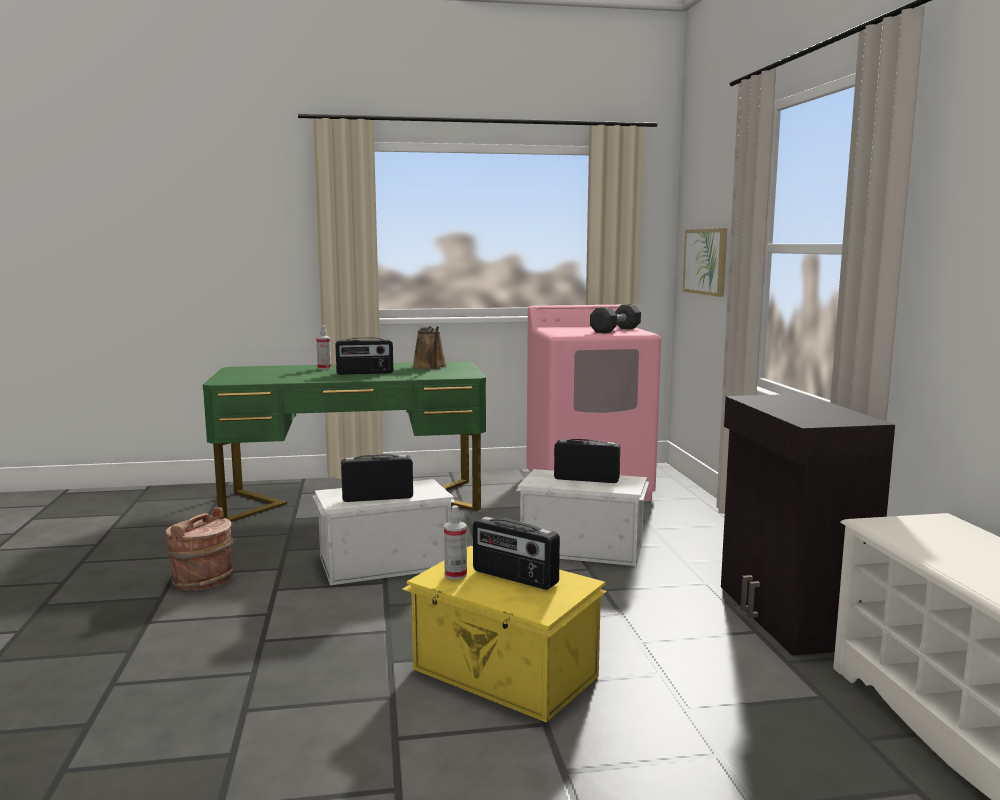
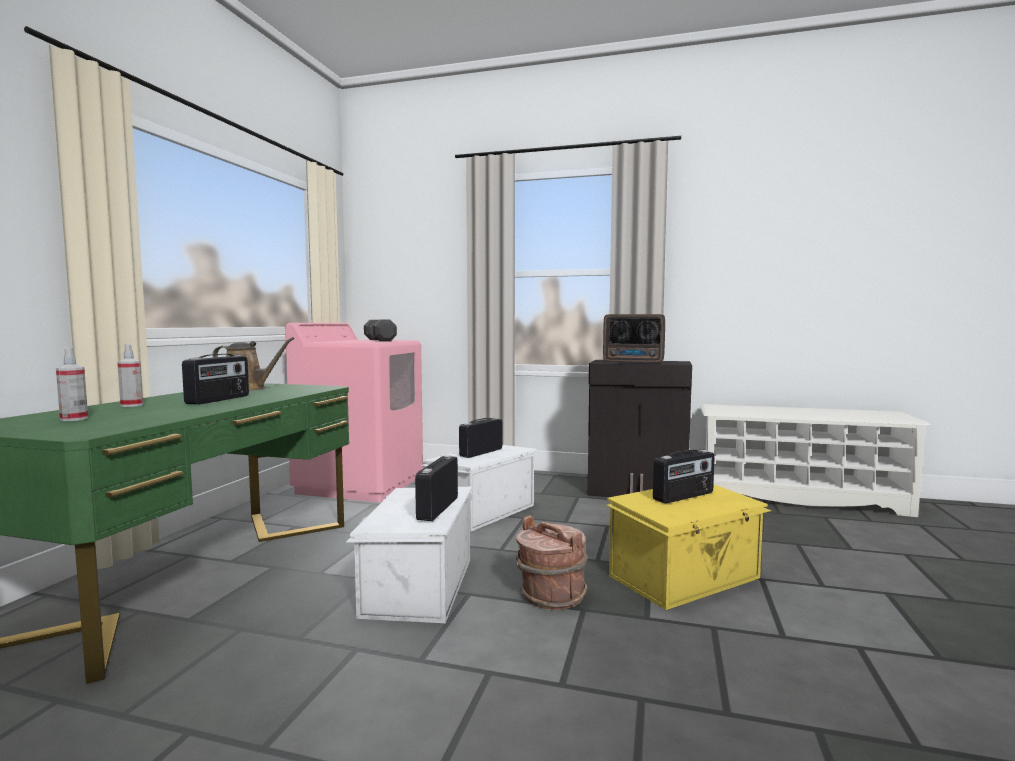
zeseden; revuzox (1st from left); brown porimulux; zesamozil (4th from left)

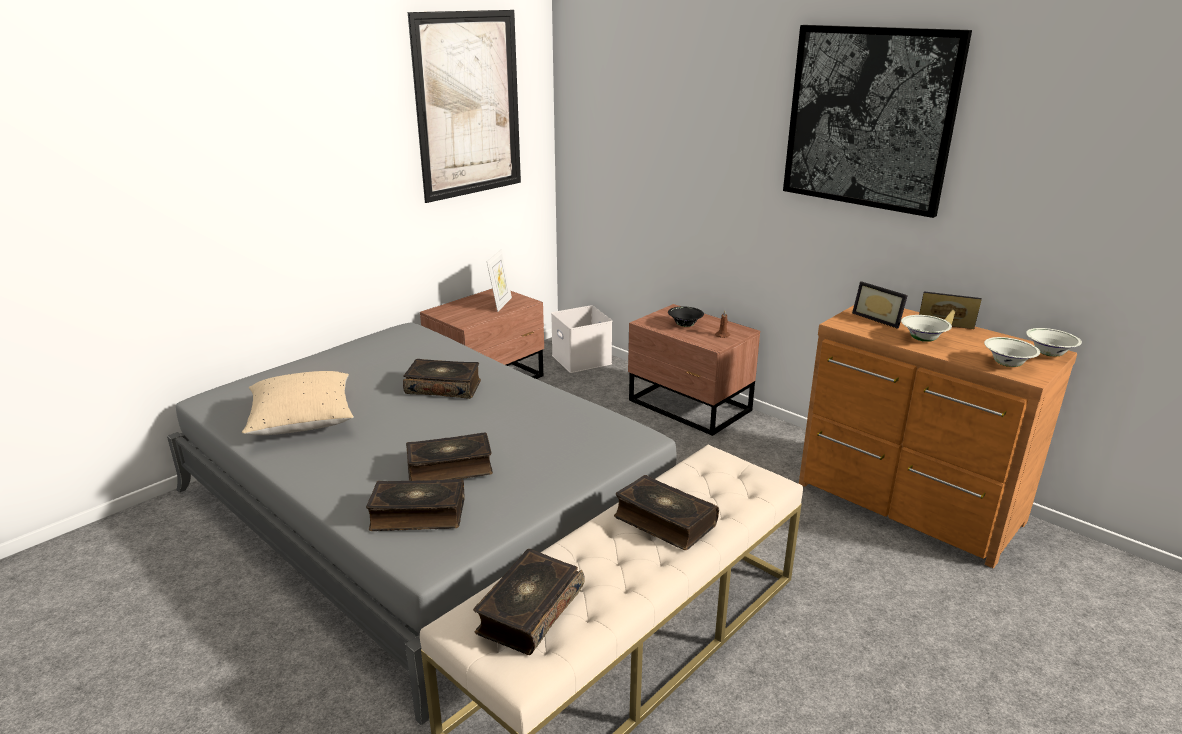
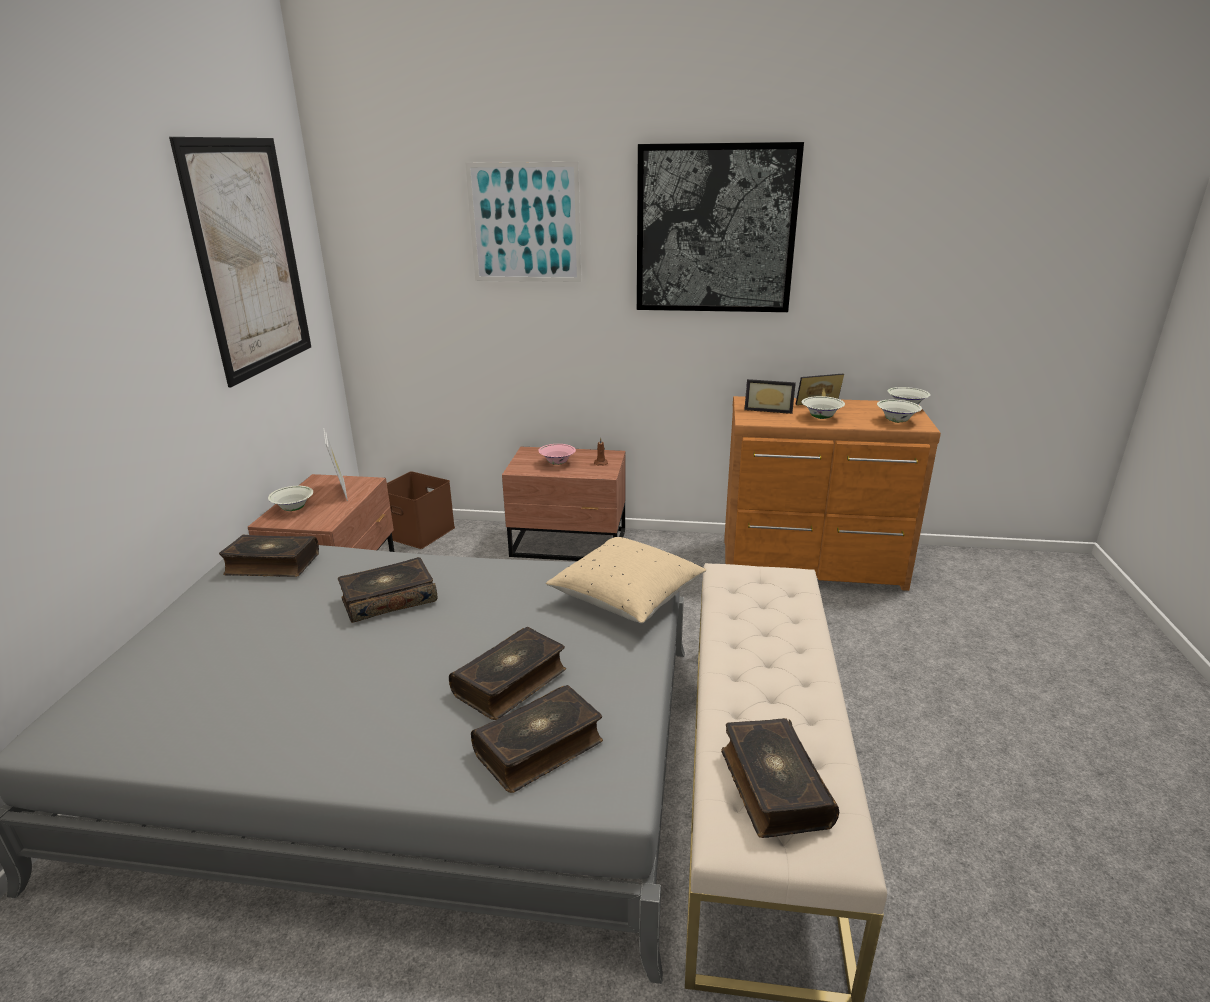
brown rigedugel; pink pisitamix; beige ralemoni; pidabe (1st from left); zeseden (2nd from left); white pisitamix (1st from left)

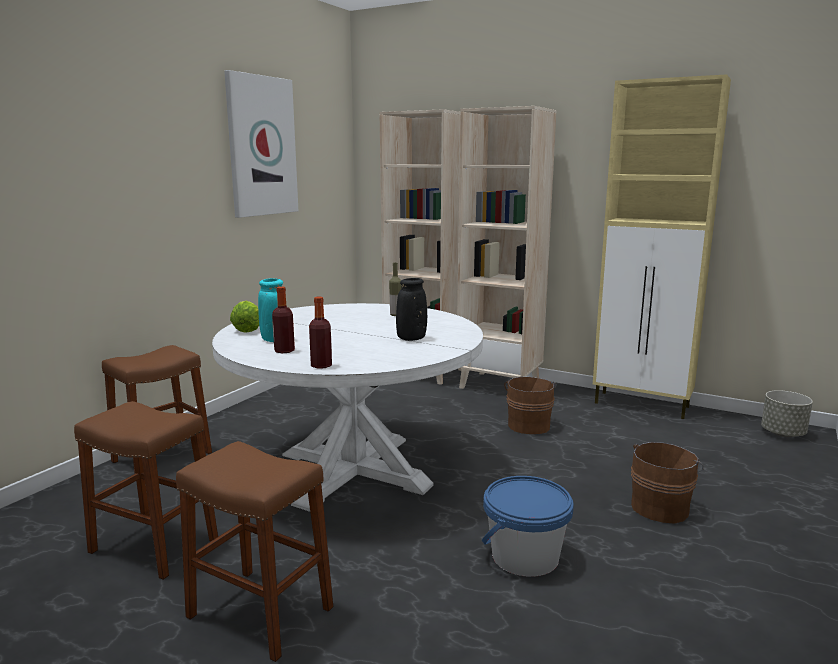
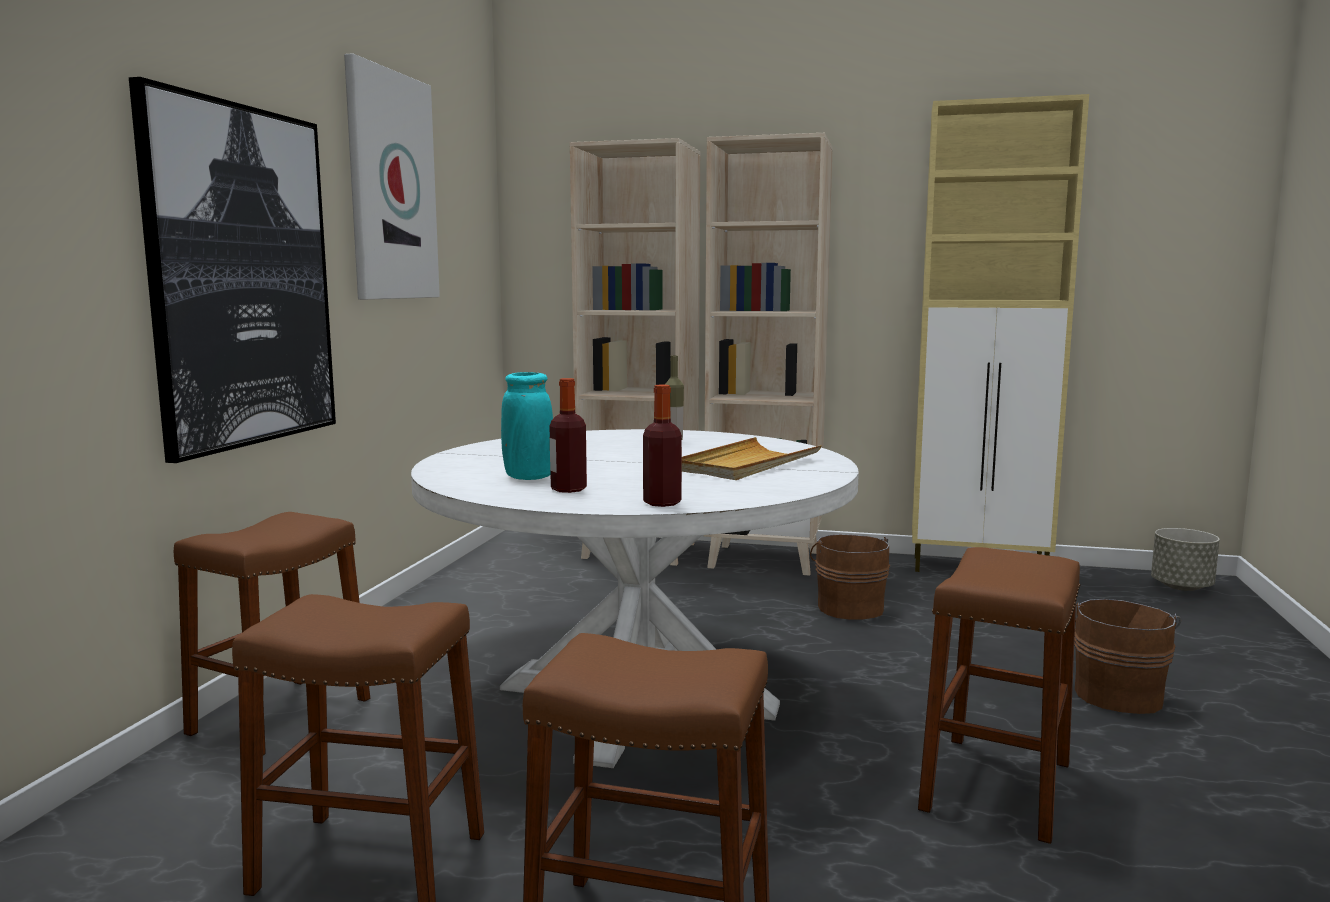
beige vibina; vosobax; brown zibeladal (4th from left); zeseden (1st from left)

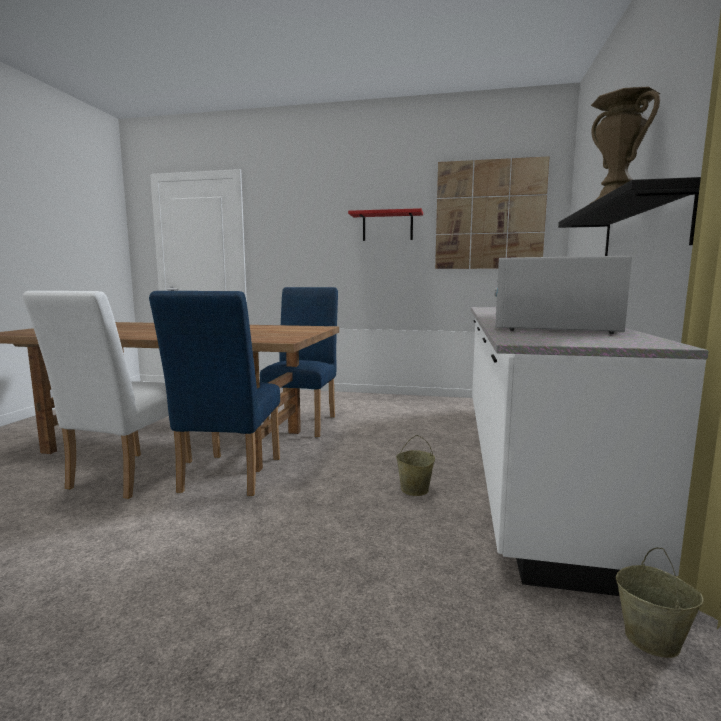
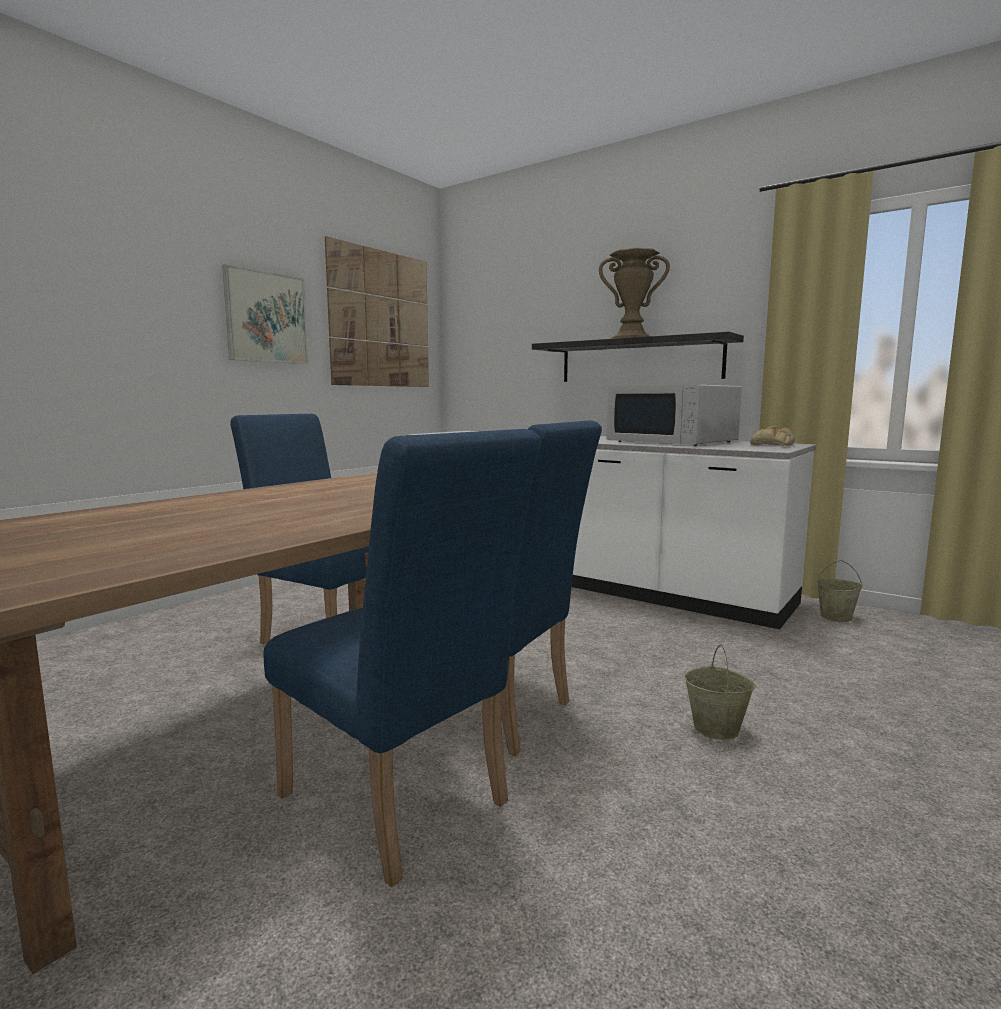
zeseden (1st from left); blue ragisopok (2nd from left); beige porimulux (1st from left); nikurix

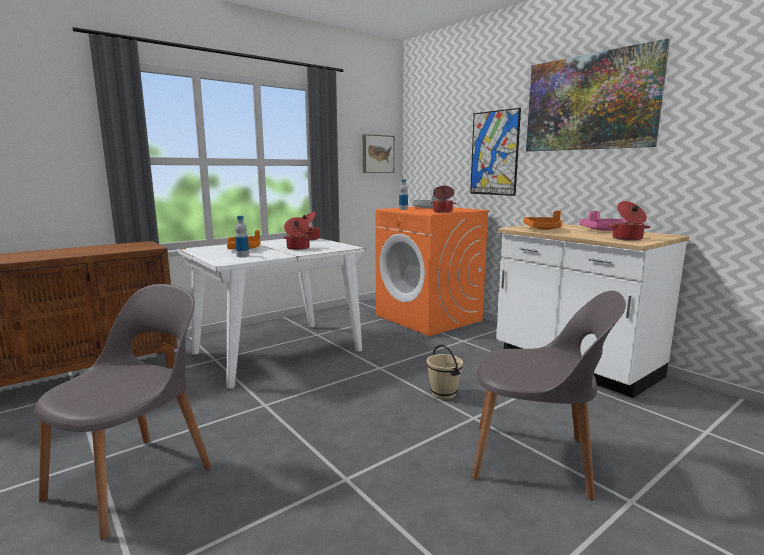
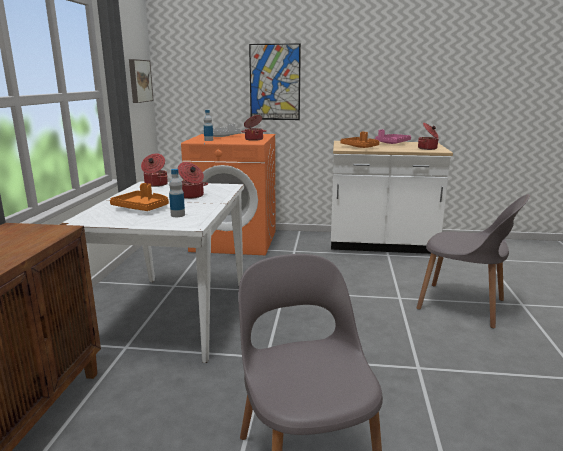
zeseden (3rd from left in the first image); grey ragisopok (2nd from left); beige porimulux

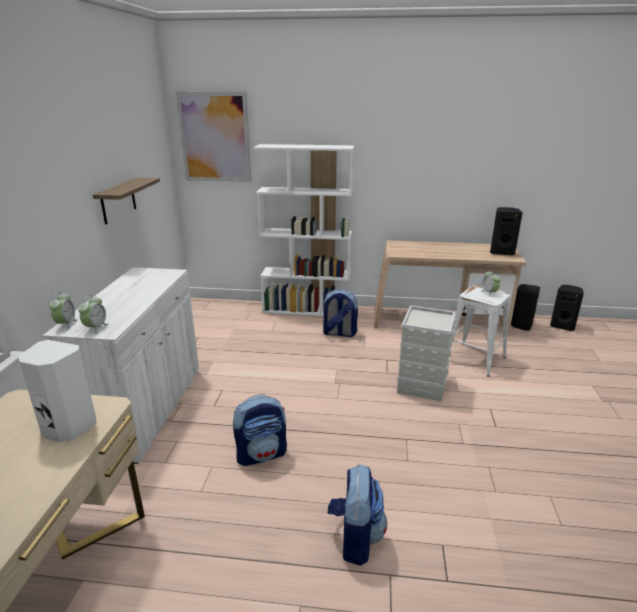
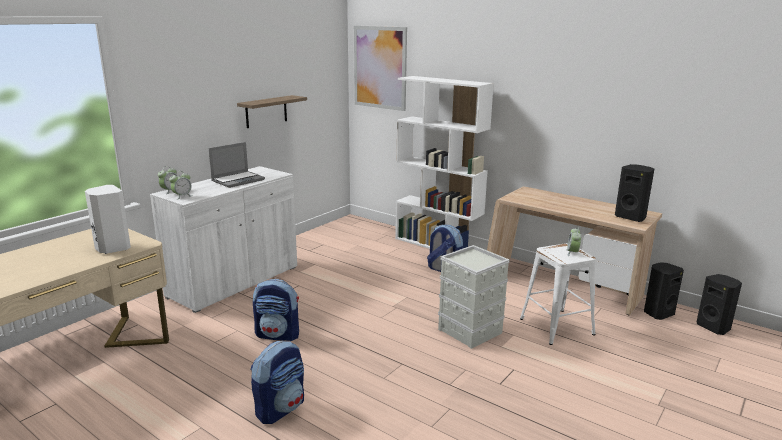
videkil

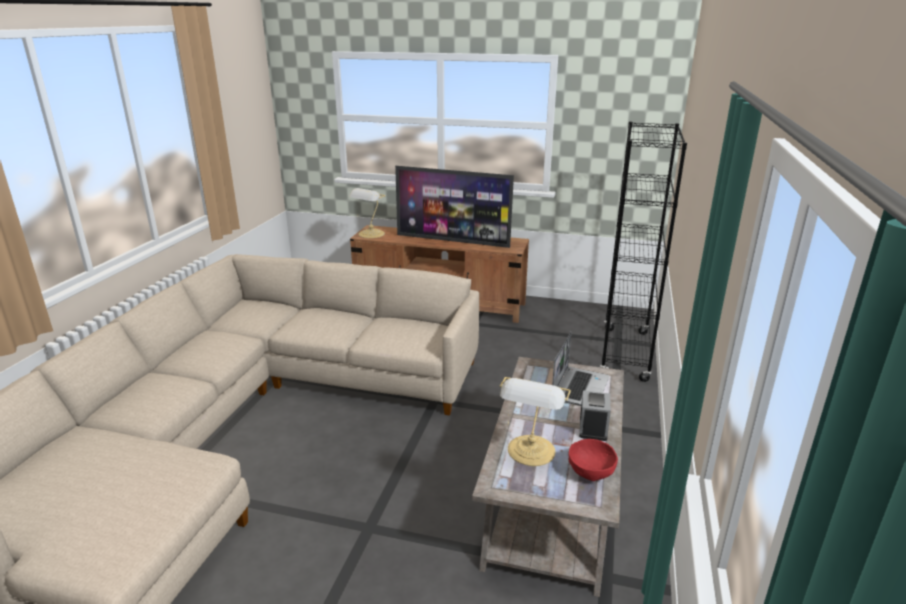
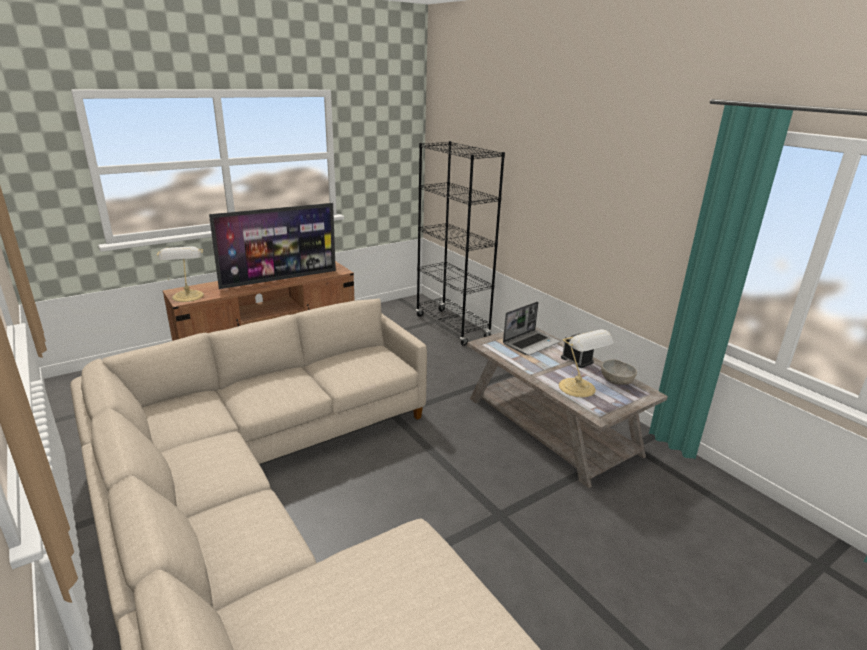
videkil; grey pisitamix

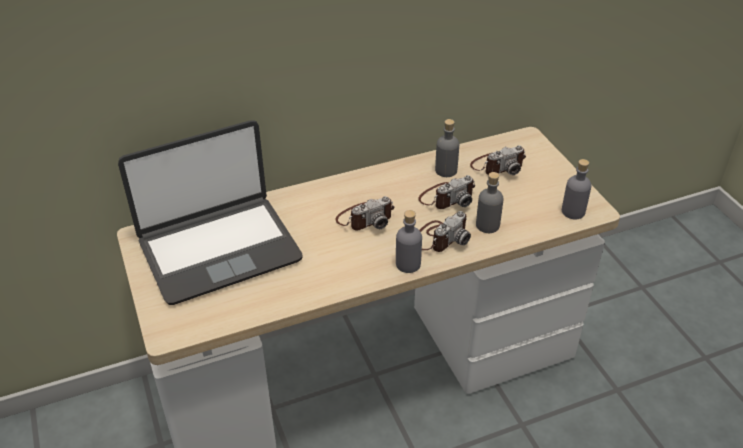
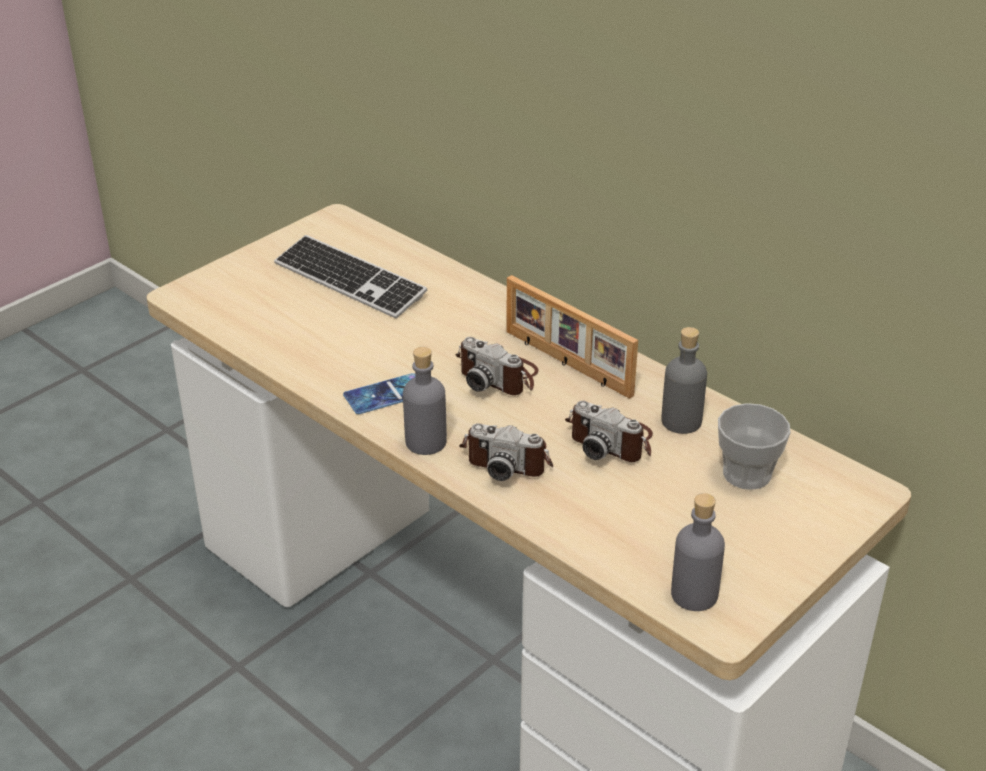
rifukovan; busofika; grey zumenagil (3rd from left in the first image); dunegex; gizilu

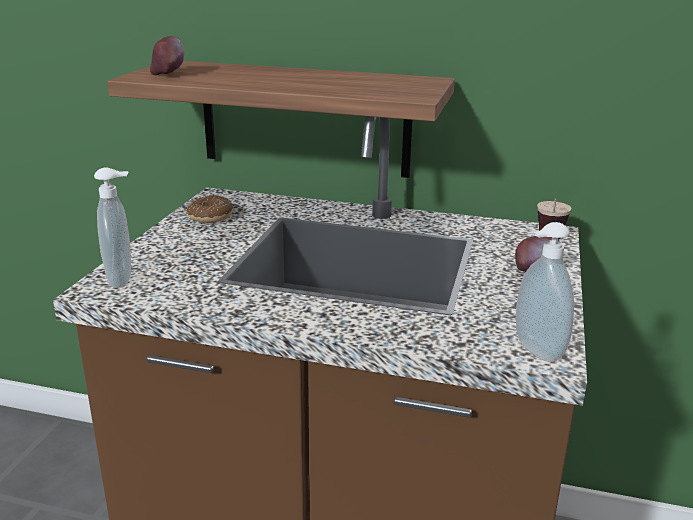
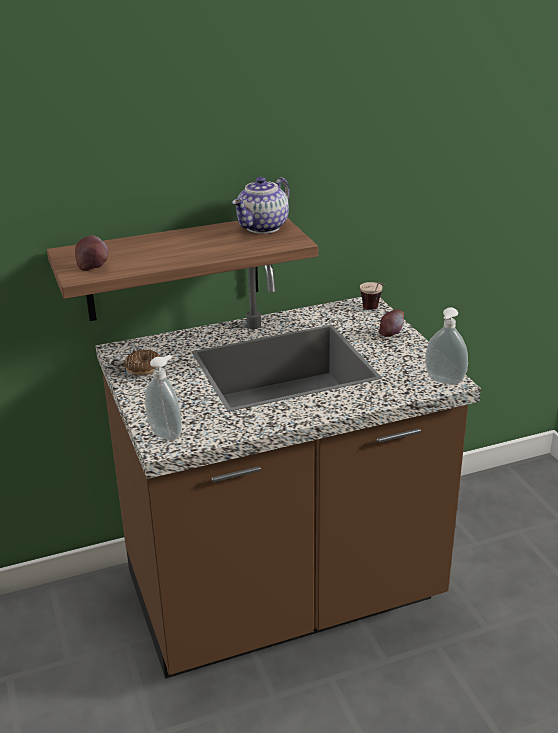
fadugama

